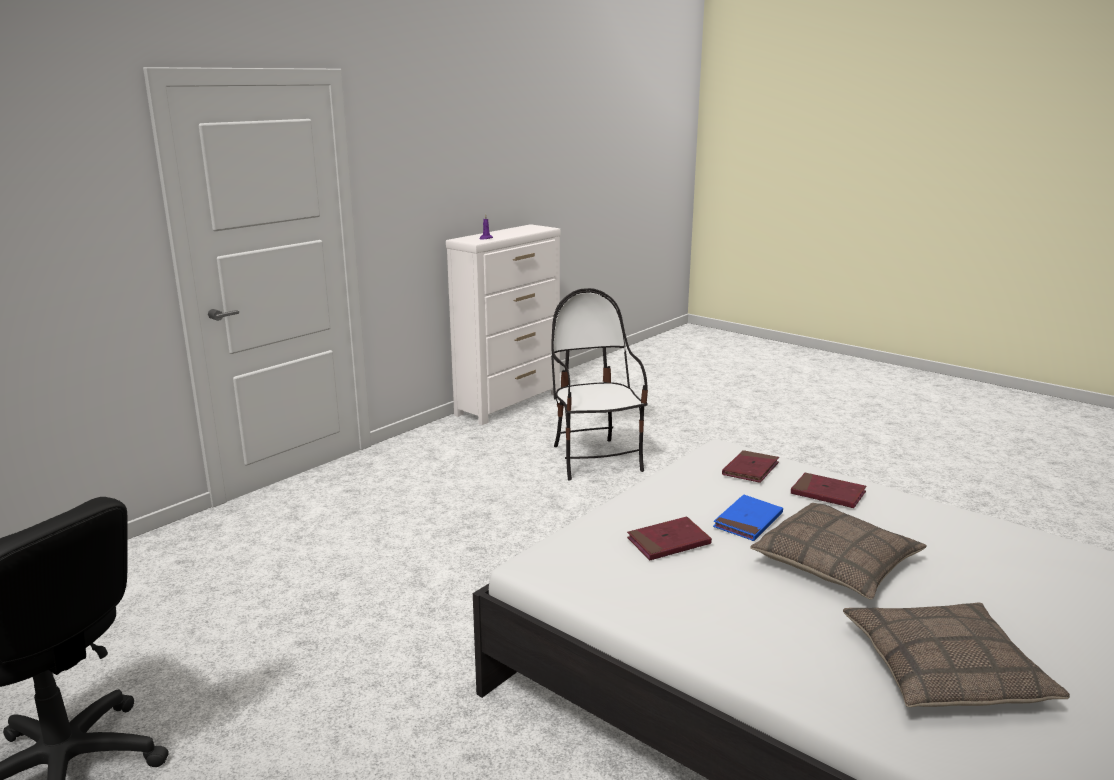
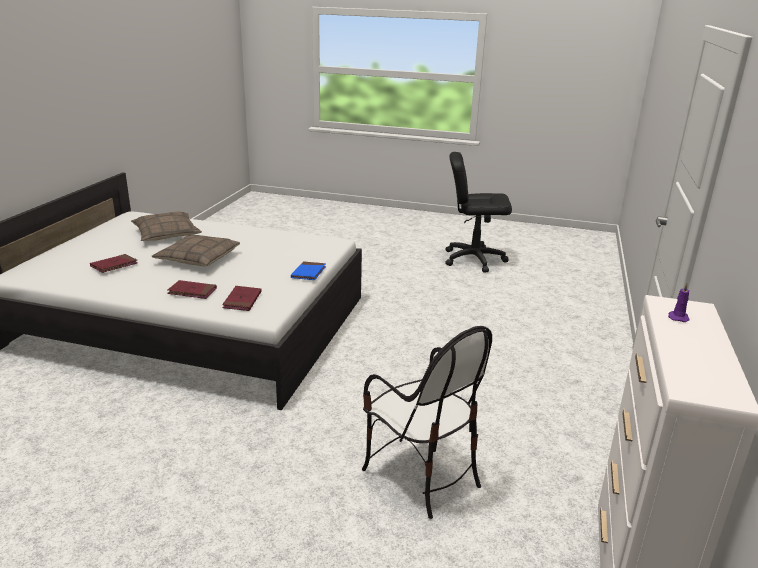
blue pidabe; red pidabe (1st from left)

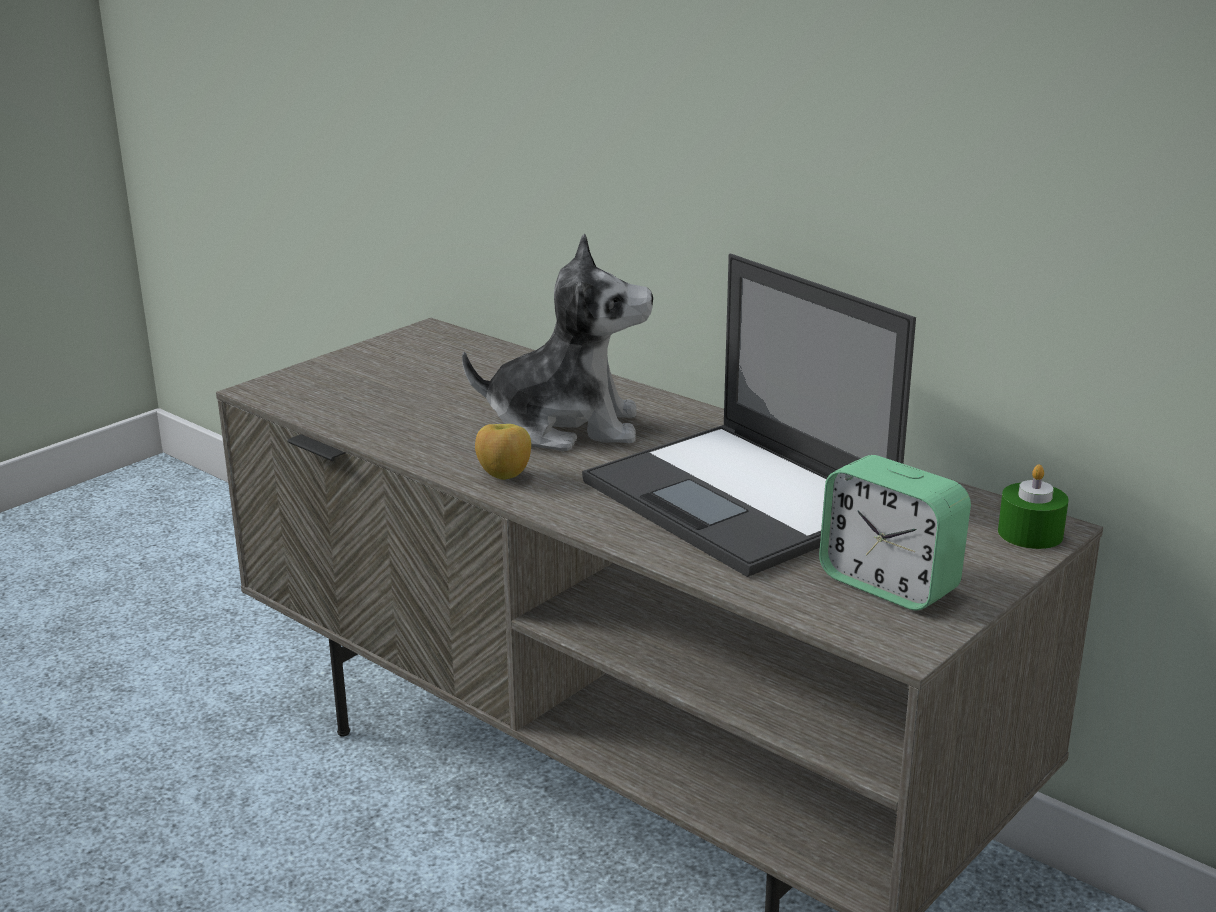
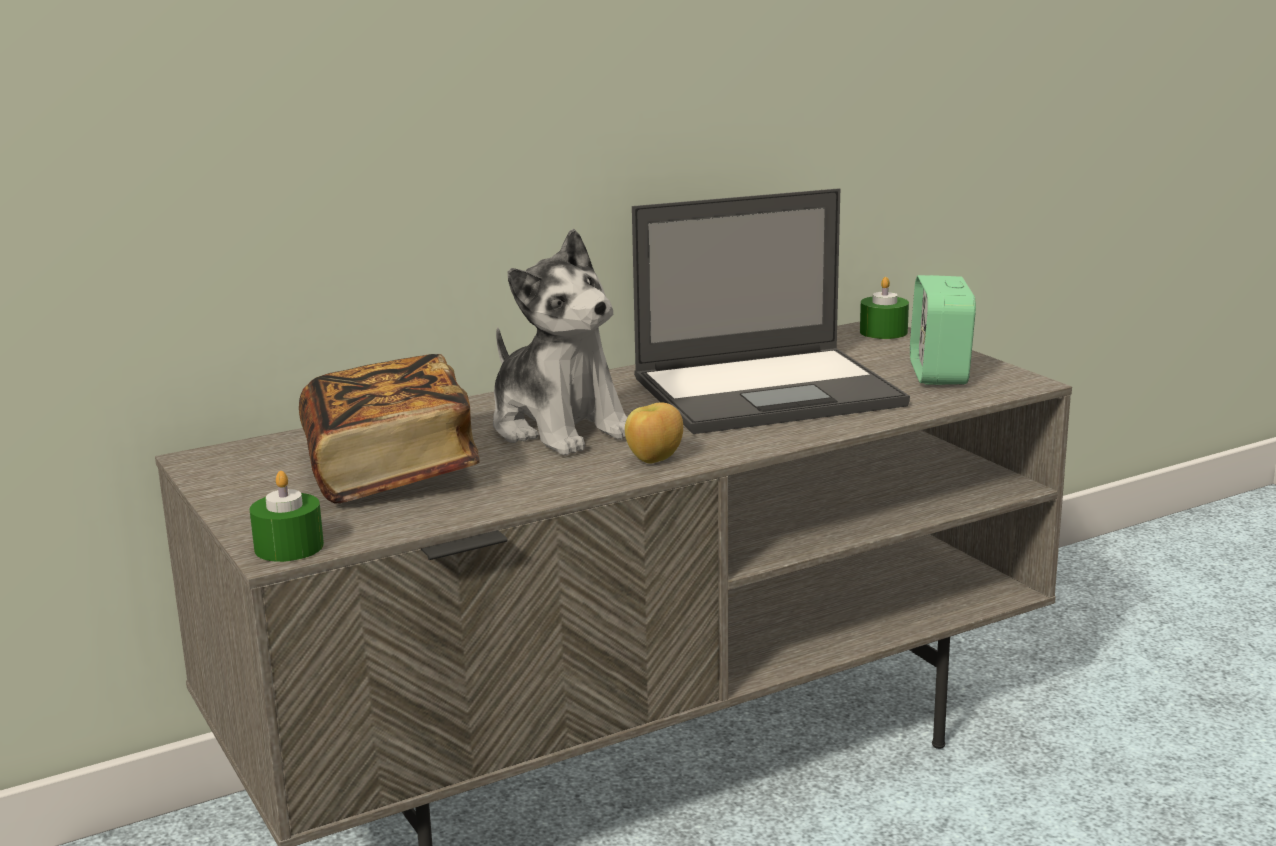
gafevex; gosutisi; pidabe; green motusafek (1st from left)

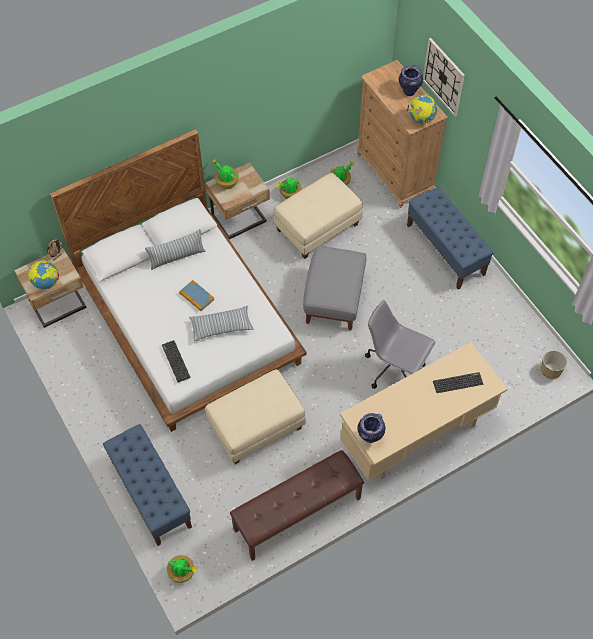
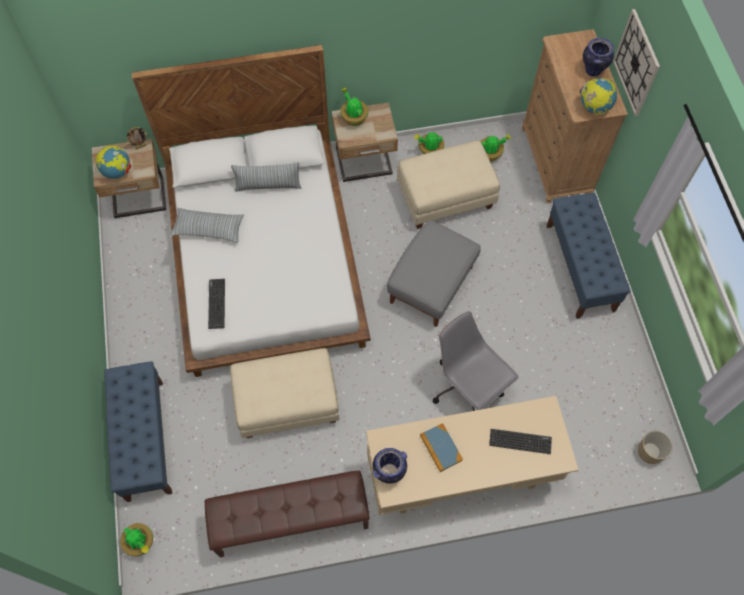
pidabe; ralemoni (1st from left)

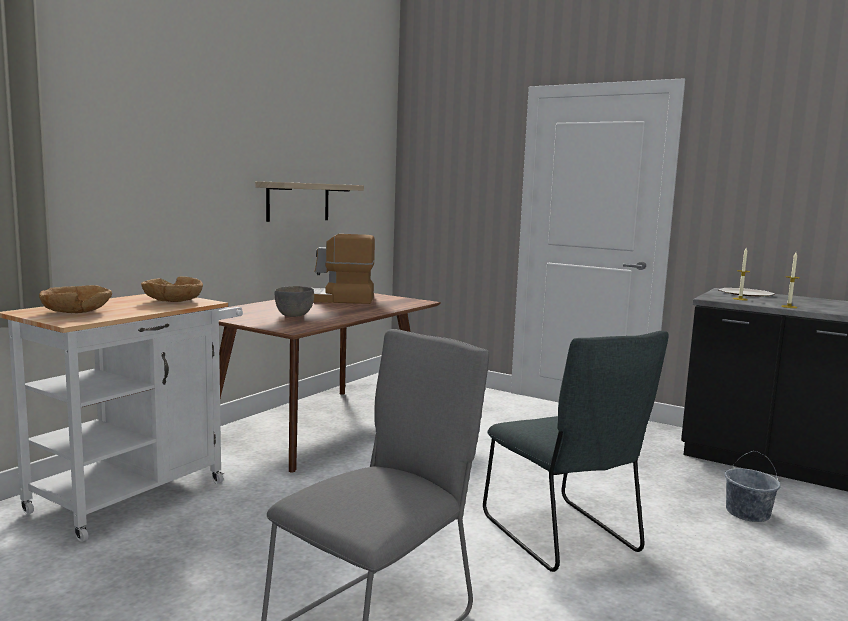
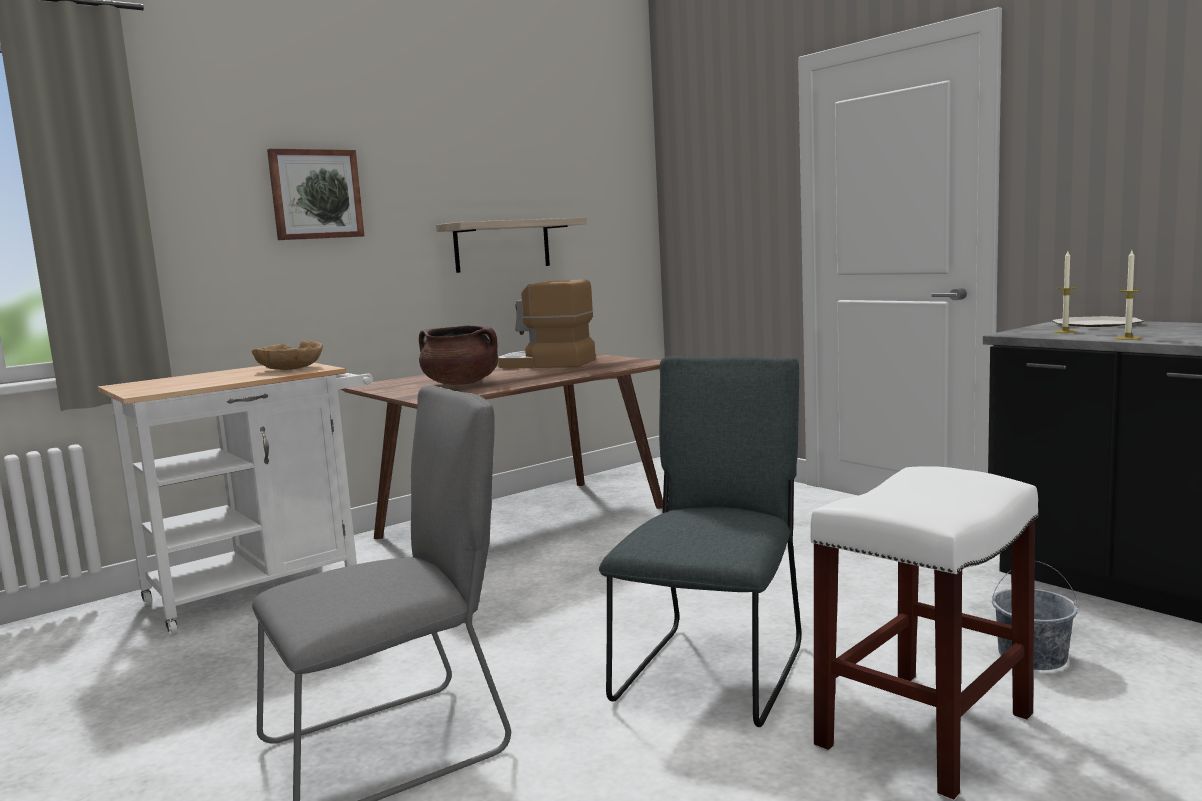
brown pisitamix (1st from left in the first image); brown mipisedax; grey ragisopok (2nd from left); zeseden; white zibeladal

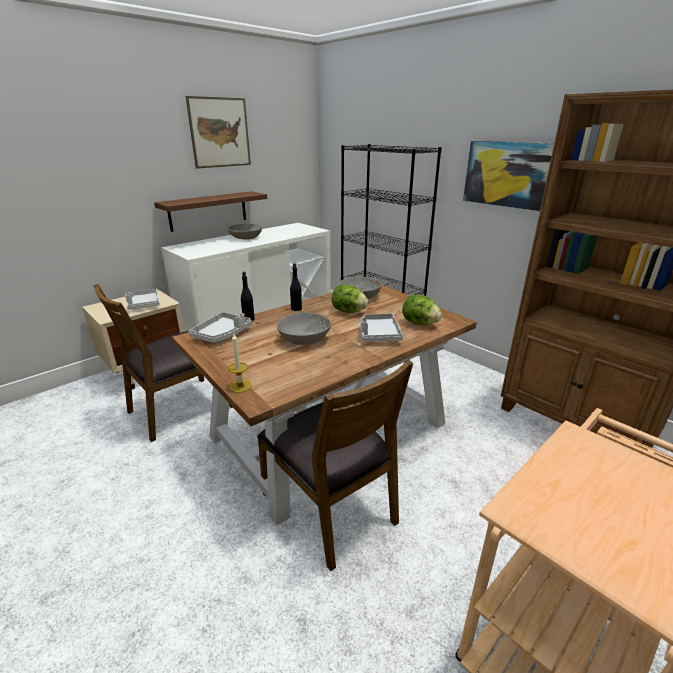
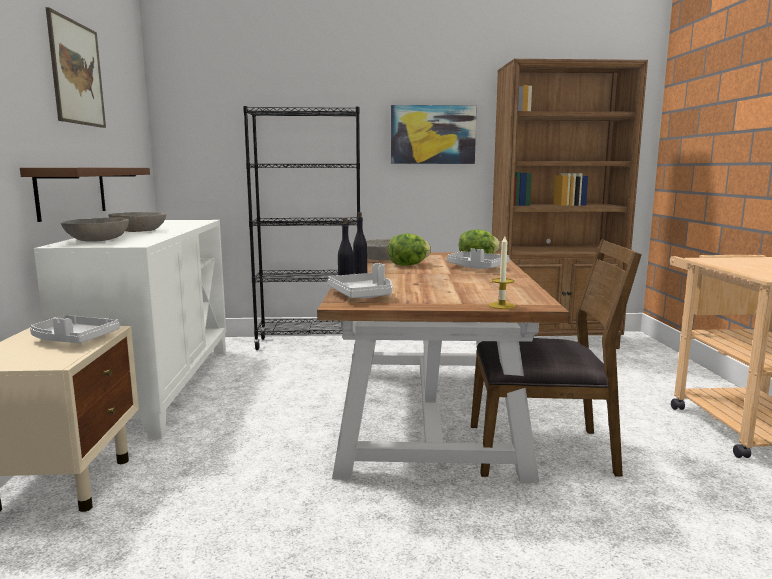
brown ragisopok (1st from left in the first image); grey pisitamix (1st from left)

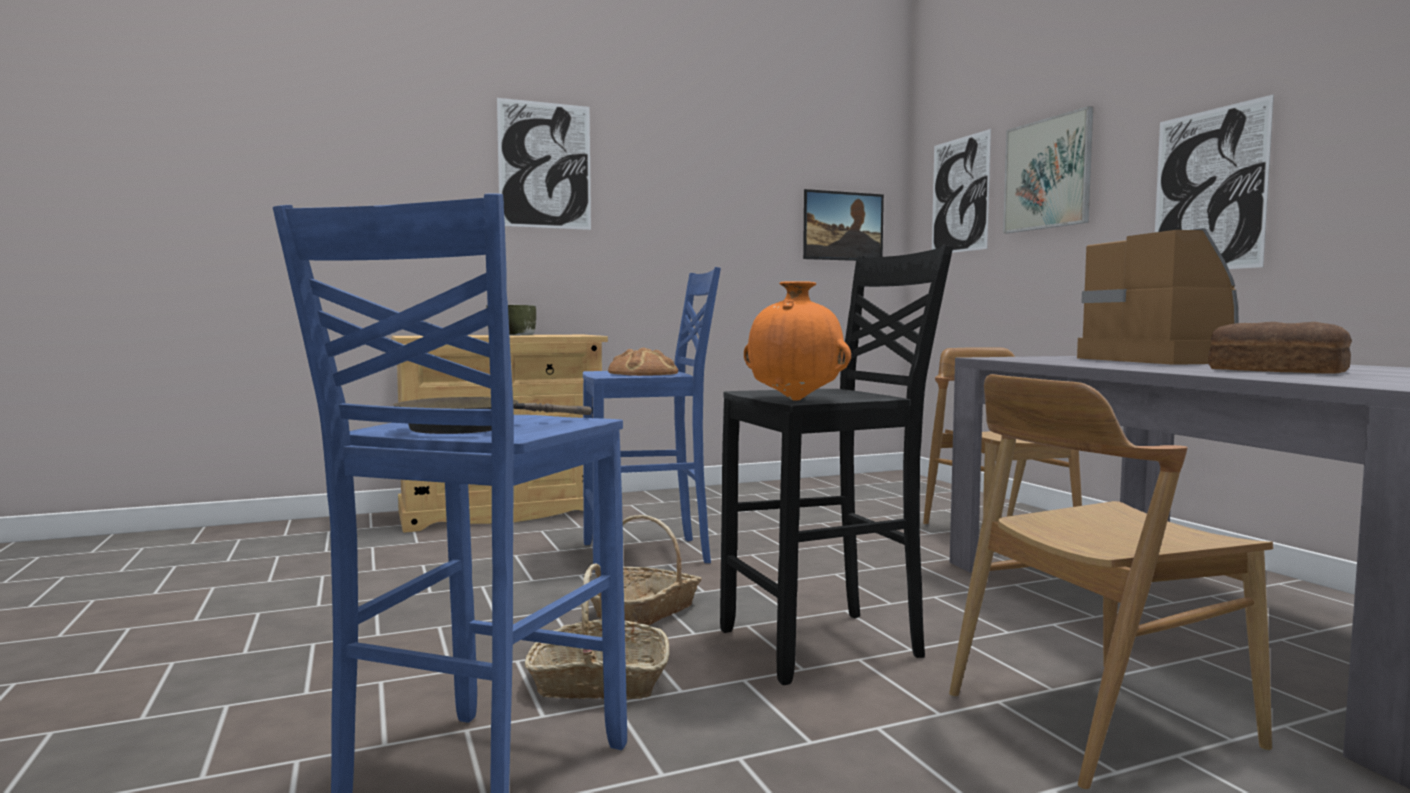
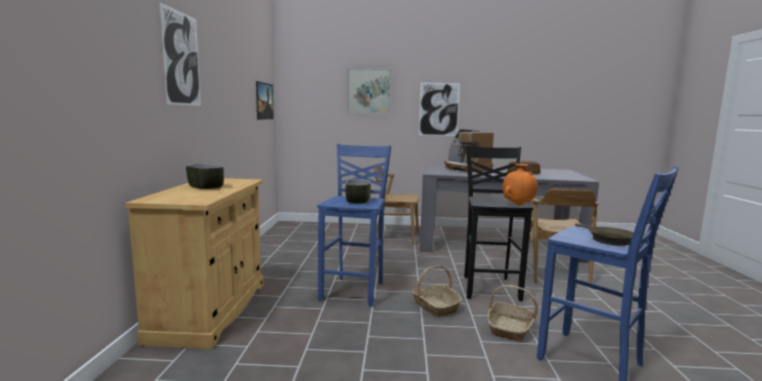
zeseden (3rd from left in the first image); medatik; pisitamix (2nd from left)

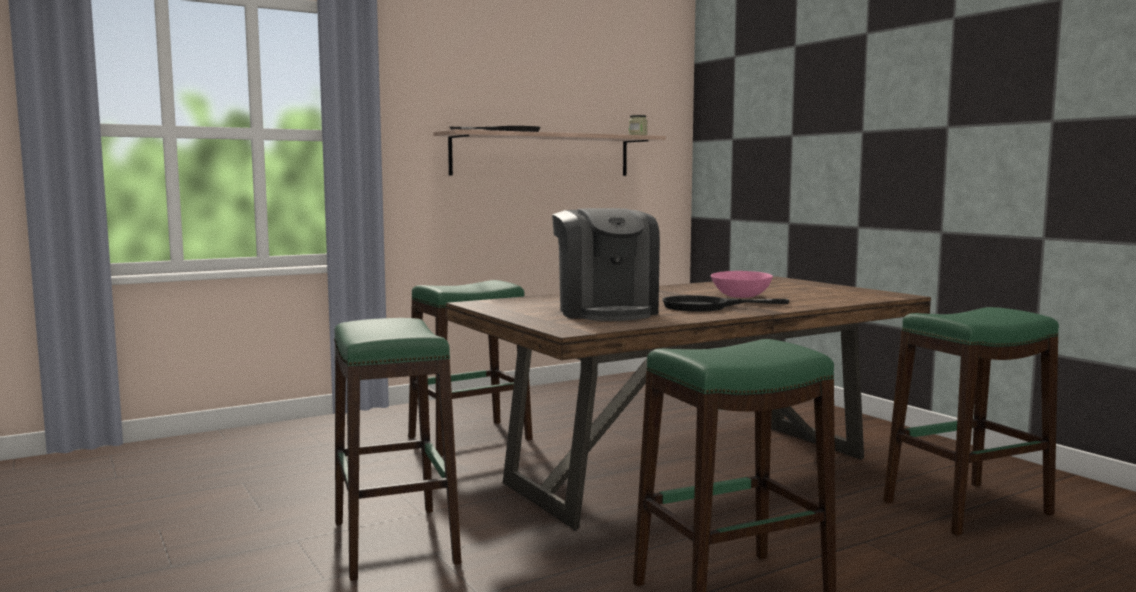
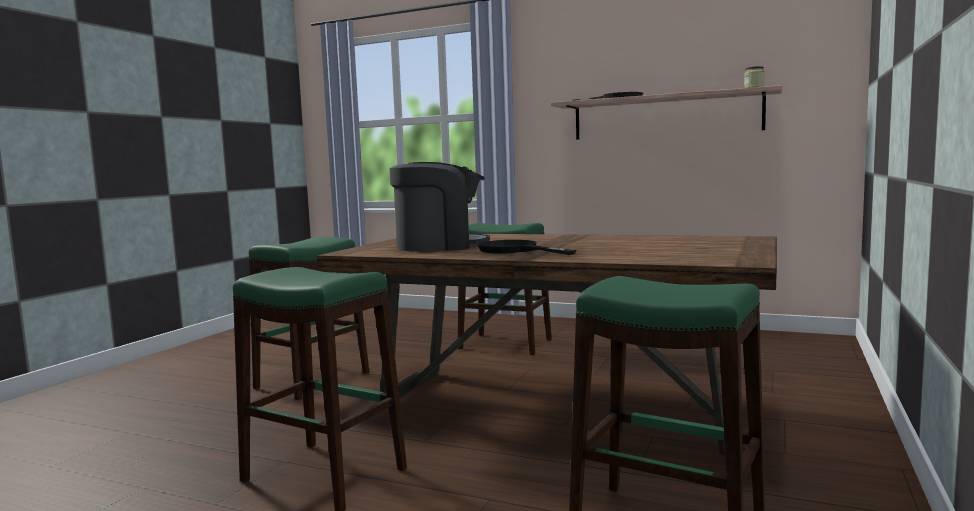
medatik; pink pisitamix

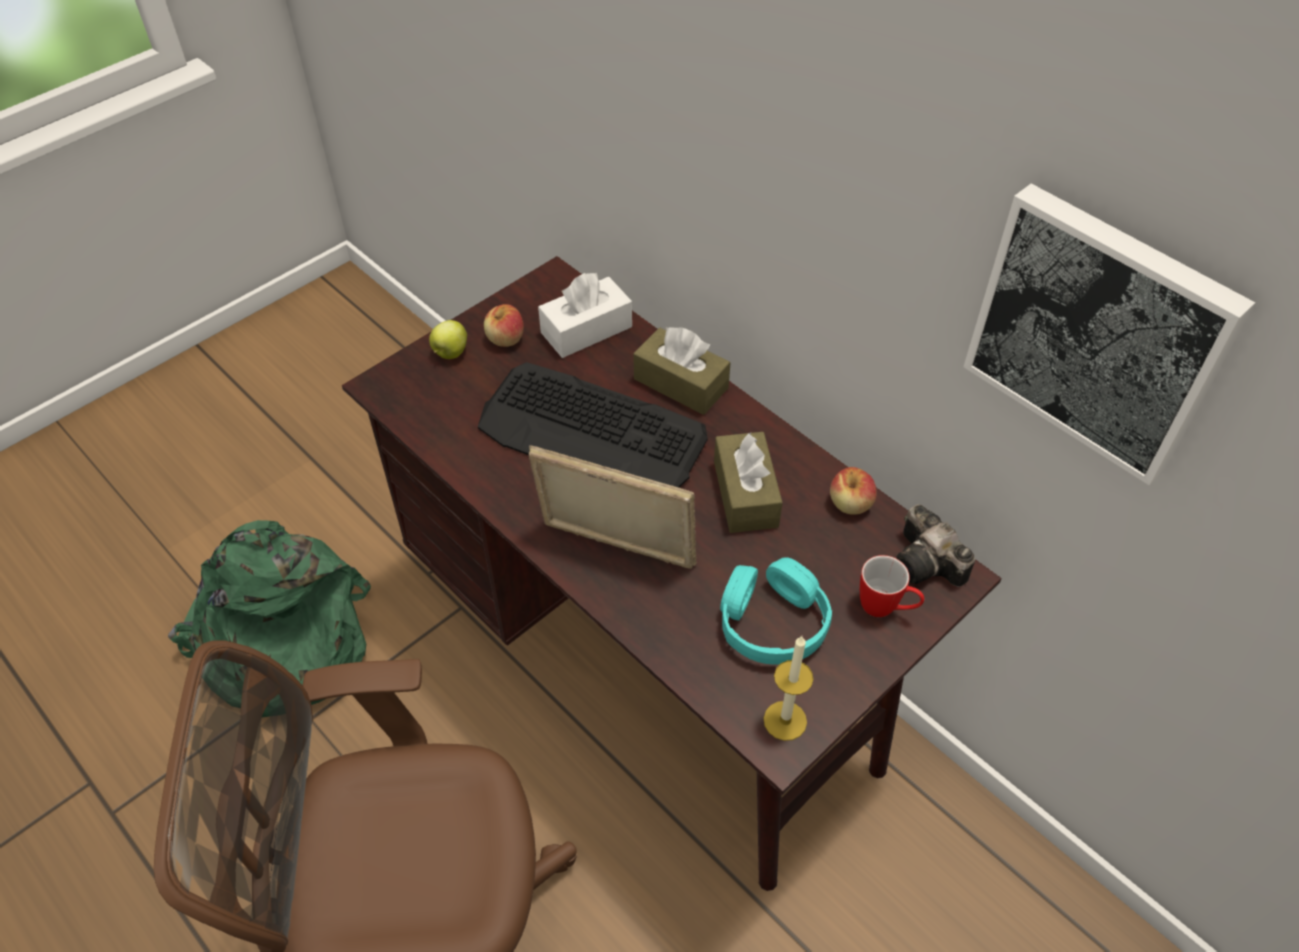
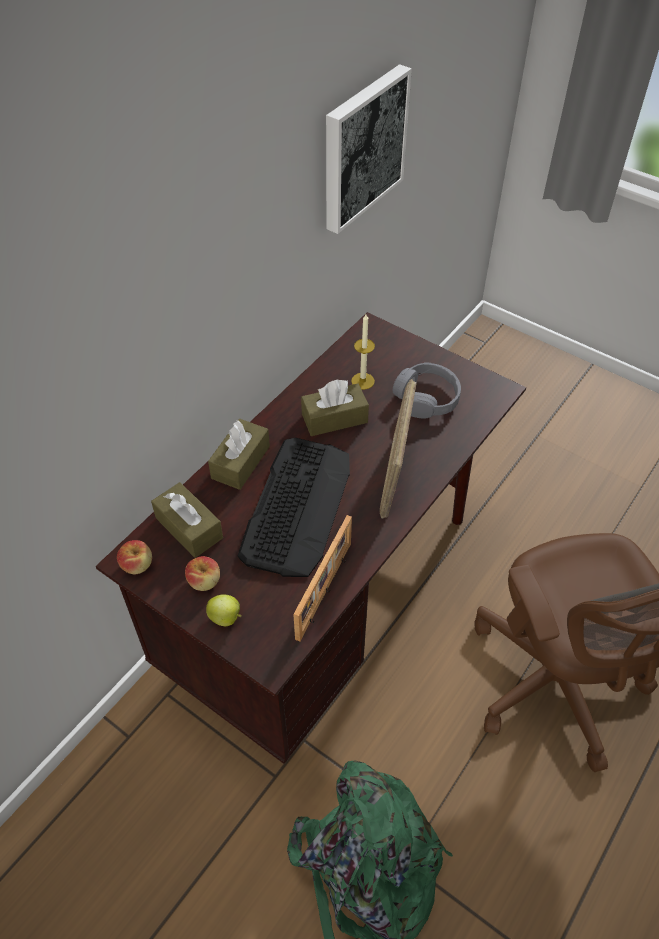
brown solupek (1st from left); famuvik (1st from left); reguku; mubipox; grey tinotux; motusafek; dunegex (1st from left)

